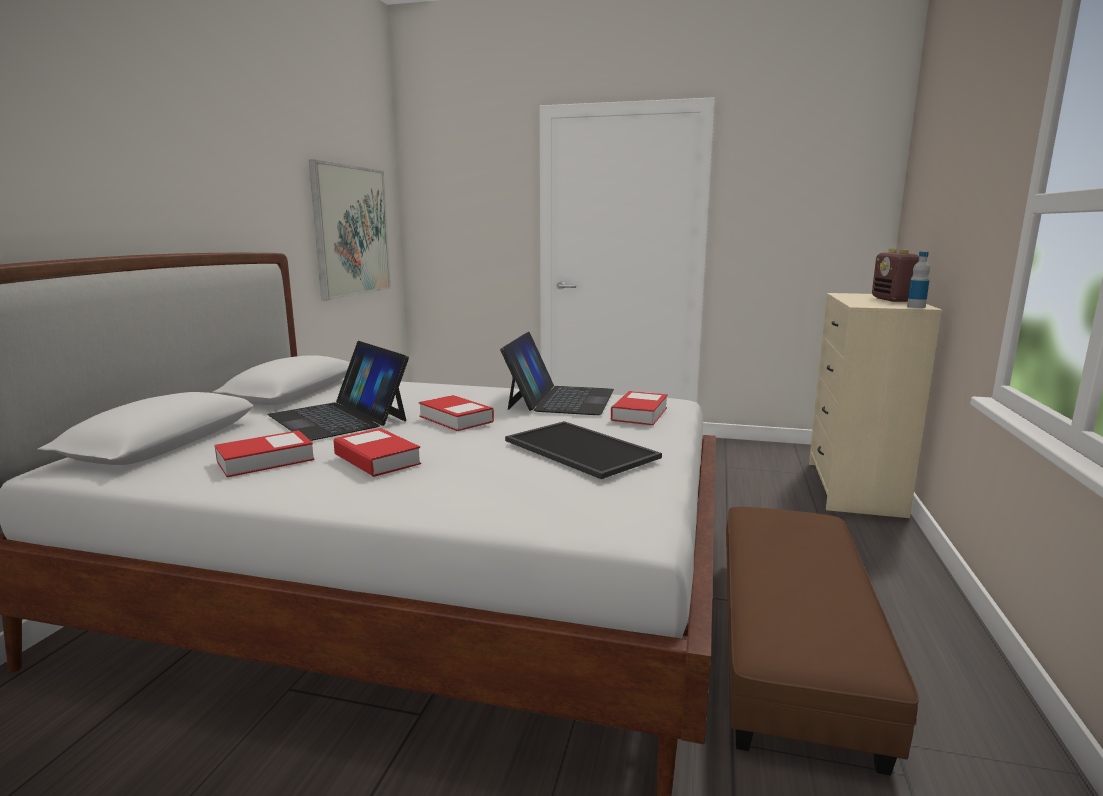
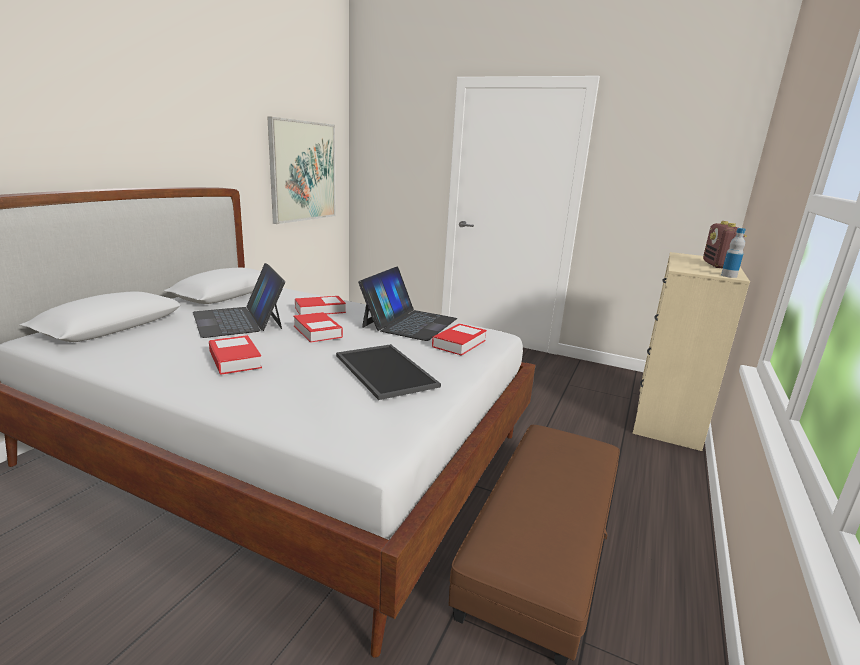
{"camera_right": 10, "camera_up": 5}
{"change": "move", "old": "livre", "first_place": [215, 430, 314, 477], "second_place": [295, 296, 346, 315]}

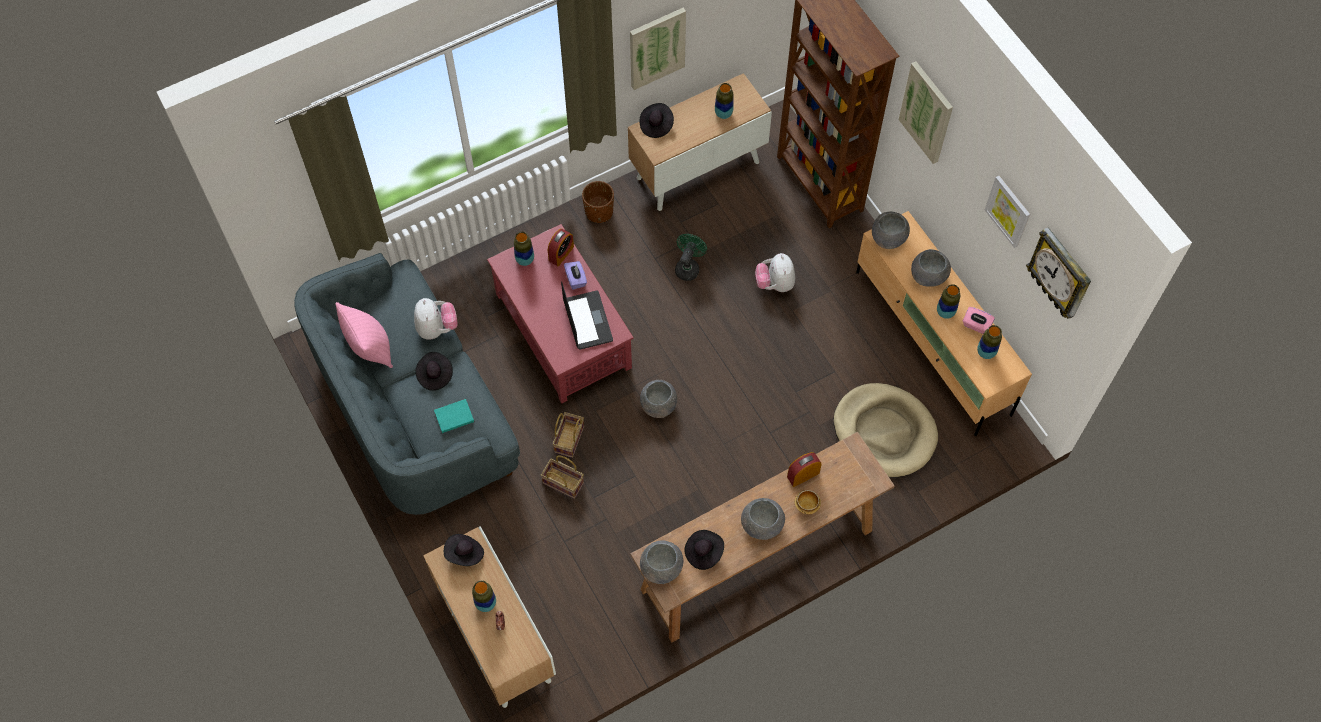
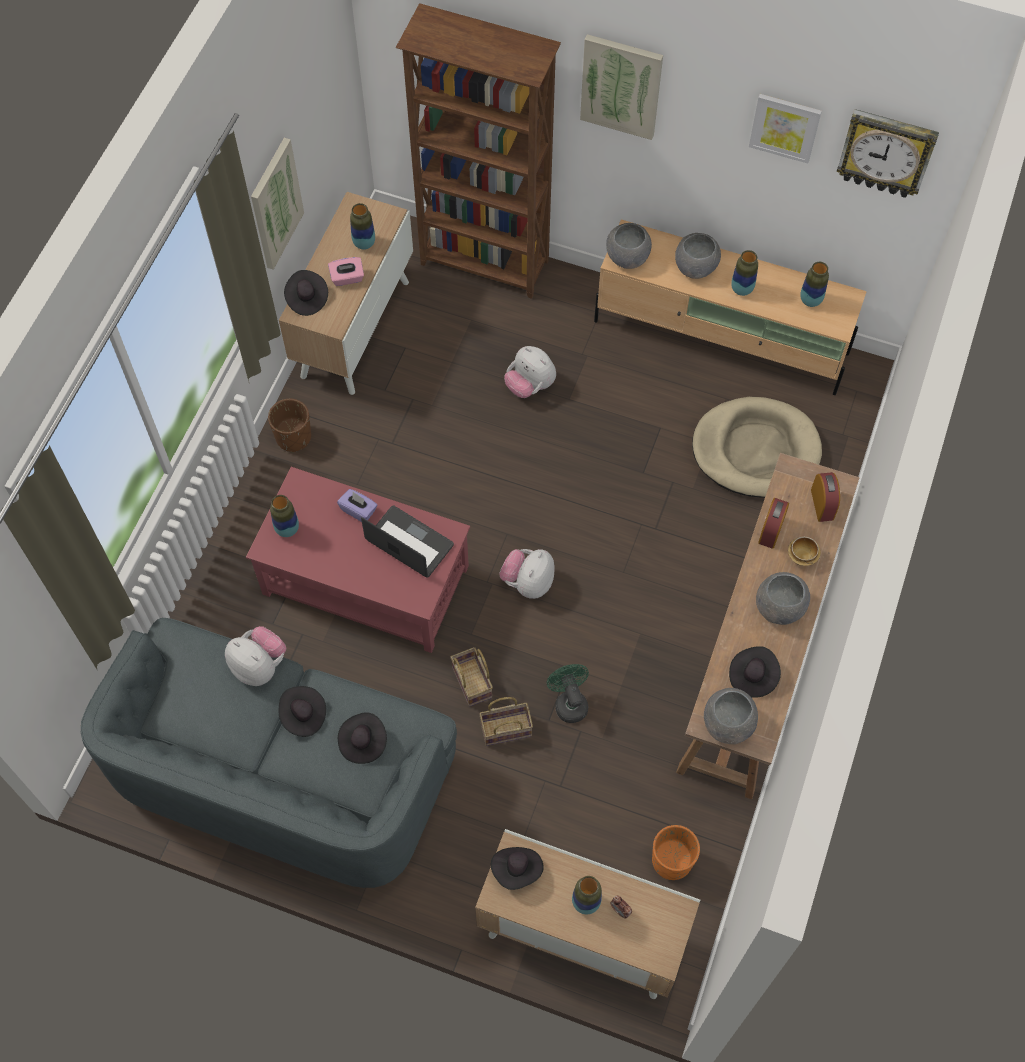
{"camera_right": -40, "camera_up": 0}
{"change": "move", "old": "réveil", "first_place": [548, 229, 574, 266], "second_place": [811, 472, 840, 522]}
{"change": "move", "old": "ventilateur [vert]", "first_place": [675, 234, 707, 281], "second_place": [547, 664, 589, 723]}
{"change": "delete", "old": "coussin [rose]", "first_place": [335, 302, 393, 368]}
{"change": "move", "old": "boîte à mouchoirs [rose]", "first_place": [963, 307, 995, 334], "second_place": [328, 257, 364, 286]}
{"change": "replace", "old": "bol [gris]", "new": "peluche", "first_place": [640, 380, 677, 418], "second_place": [499, 549, 555, 599]}
{"change": "replace", "old": "livre [turquoise]", "new": "chapeau [noir]", "first_place": [434, 399, 474, 433], "second_place": [338, 712, 387, 764]}
{"change": "insert", "new": "cache-pot [orange]", "second_place": [652, 825, 700, 880]}

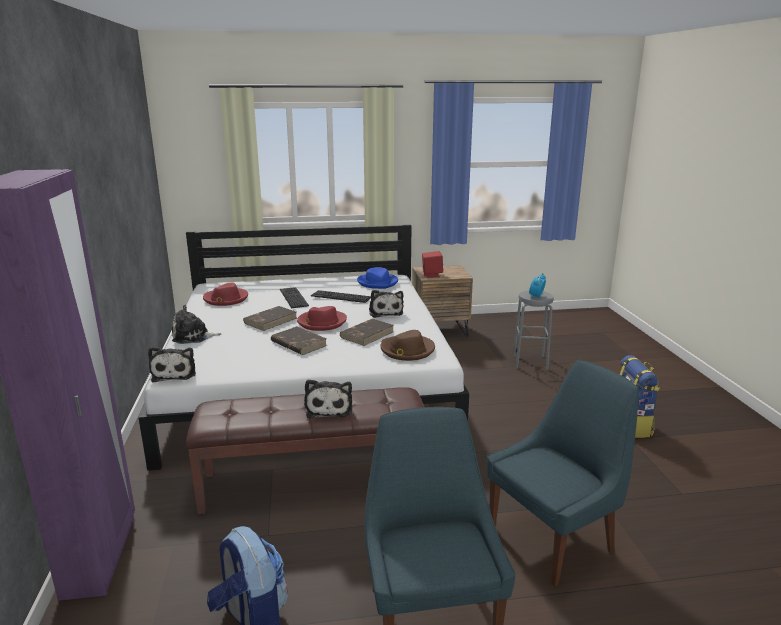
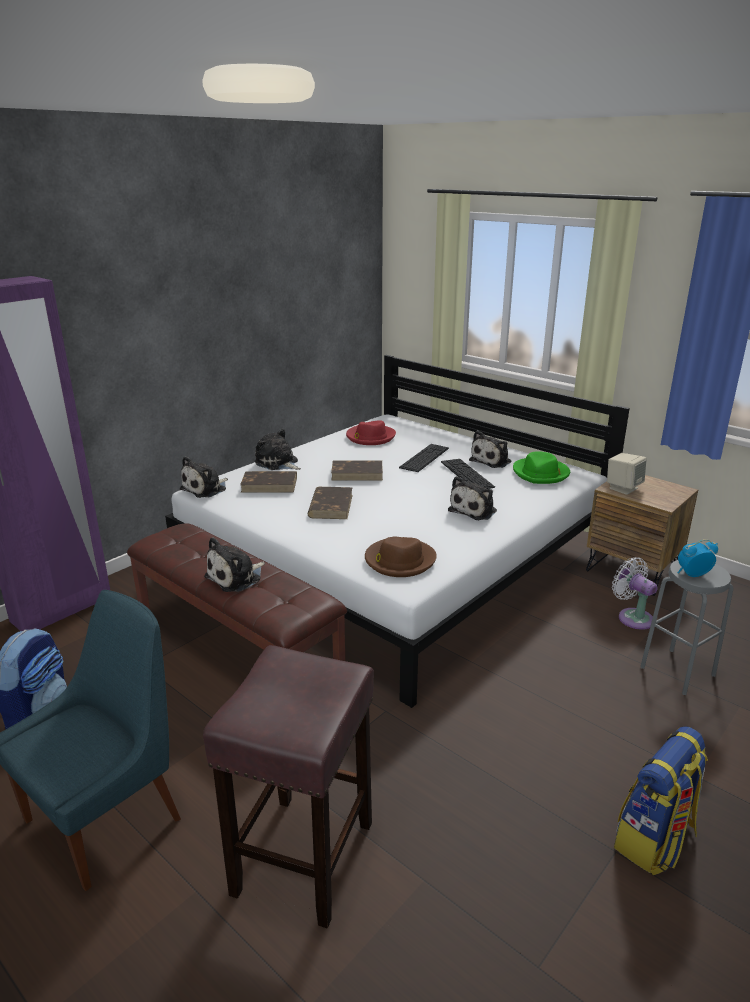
{"camera_right": 50, "camera_up": 5}
{"change": "recolor", "old": "enceinte [rouge]", "new": "enceinte [beige]", "first_place": [422, 251, 443, 278], "second_place": [607, 453, 647, 495]}
{"change": "recolor", "old": "chapeau [bleu]", "new": "chapeau [vert]", "first_place": [357, 267, 398, 289], "second_place": [513, 451, 570, 484]}
{"change": "delete", "old": "chapeau [rouge]", "first_place": [297, 306, 347, 331]}
{"change": "move", "old": "livre [marron]", "first_place": [340, 319, 394, 346], "second_place": [240, 471, 297, 493]}
{"change": "replace", "old": "chaise [bleu]", "new": "tabouret [marron]", "first_place": [487, 360, 639, 586], "second_place": [203, 645, 374, 928]}
{"change": "insert", "new": "peluche", "second_place": [469, 430, 511, 468]}
{"change": "insert", "new": "ventilateur [blanc]", "second_place": [612, 557, 658, 630]}

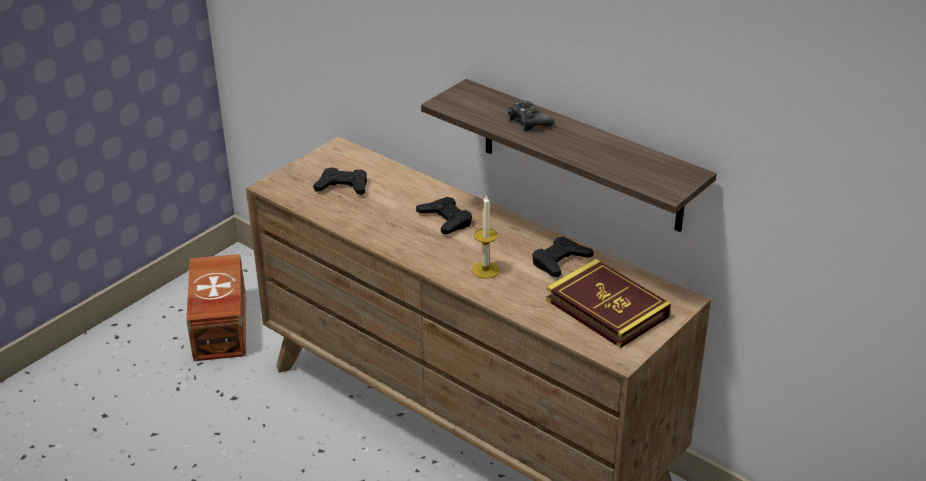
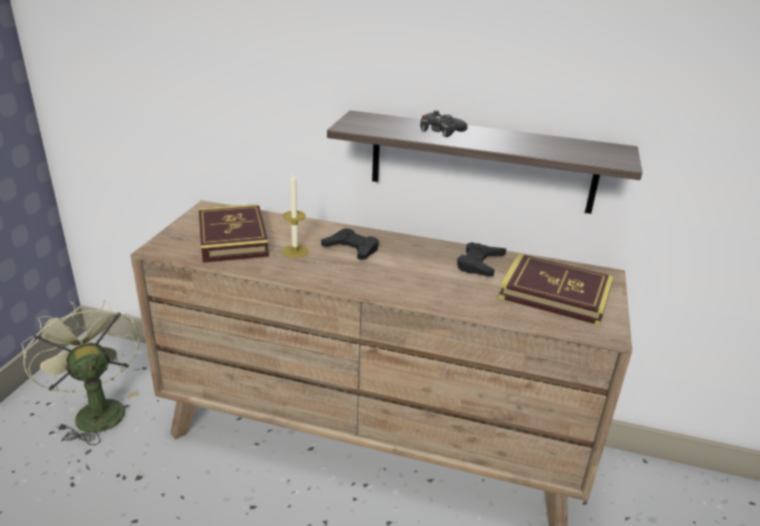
{"camera_right": -25, "camera_up": -5}
{"change": "replace", "old": "manette [noir]", "new": "livre", "first_place": [313, 167, 367, 195], "second_place": [199, 204, 269, 263]}
{"change": "move", "old": "bougie", "first_place": [472, 196, 499, 279], "second_place": [282, 174, 308, 258]}
{"change": "replace", "old": "boîte de rangement [marron]", "new": "ventilateur [vert]", "first_place": [186, 254, 246, 361], "second_place": [21, 300, 140, 445]}

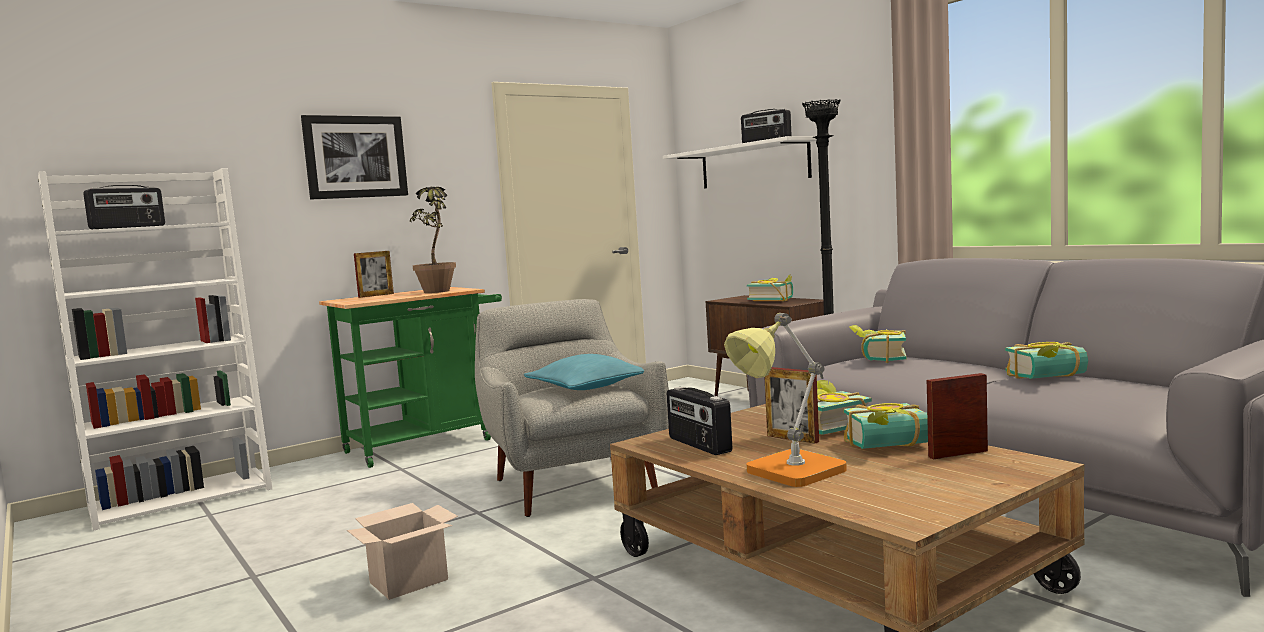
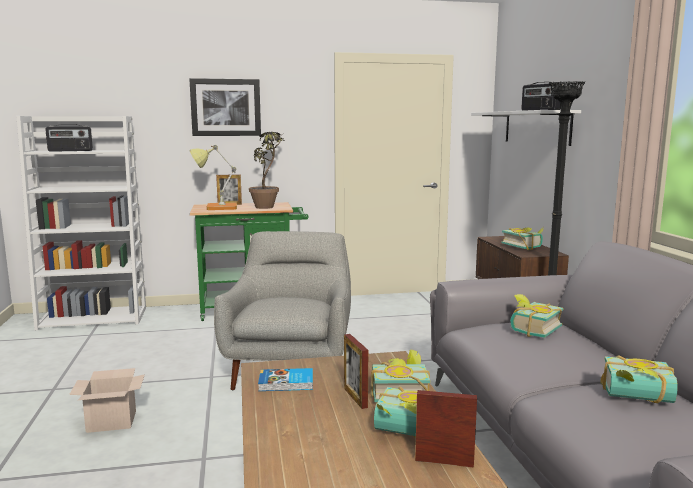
{"camera_right": 25, "camera_up": 5}
{"change": "move", "old": "lampe de table", "first_place": [724, 313, 847, 487], "second_place": [189, 145, 237, 210]}
{"change": "delete", "old": "coussin [turquoise]", "first_place": [524, 354, 644, 390]}
{"change": "replace", "old": "radio", "new": "livre", "first_place": [667, 387, 732, 455], "second_place": [258, 368, 313, 391]}

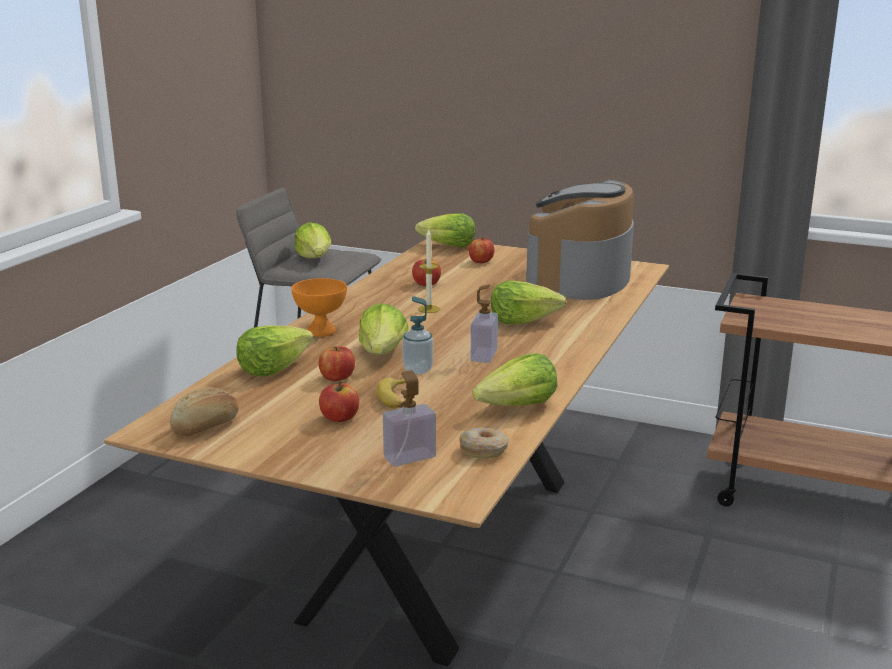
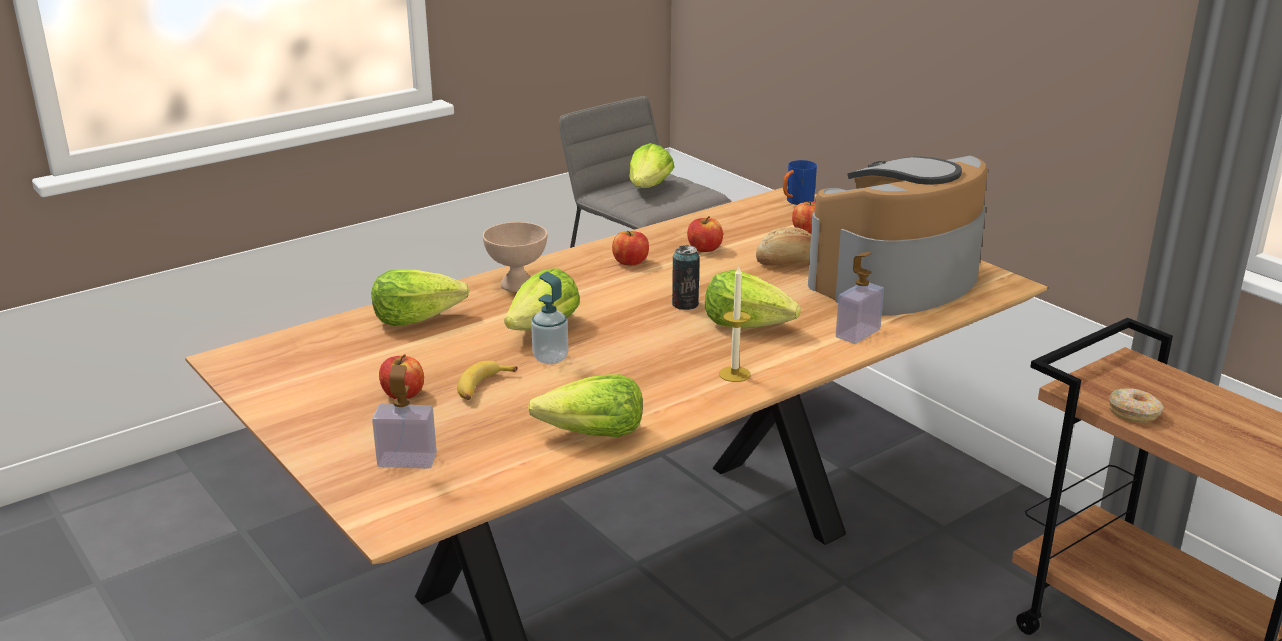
{"camera_right": 30, "camera_up": 5}
{"change": "replace", "old": "laitue", "new": "mug [bleu]", "first_place": [415, 213, 475, 247], "second_place": [783, 160, 817, 205]}
{"change": "move", "old": "bougie", "first_place": [418, 228, 440, 313], "second_place": [719, 267, 751, 382]}
{"change": "recolor", "old": "bol [orange]", "new": "bol [beige]", "first_place": [291, 278, 347, 337], "second_place": [483, 222, 547, 292]}
{"change": "move", "old": "distributeur de savon", "first_place": [471, 284, 498, 363], "second_place": [836, 252, 884, 344]}
{"change": "move", "old": "pomme", "first_place": [319, 347, 355, 381], "second_place": [612, 231, 649, 265]}
{"change": "move", "old": "pain", "first_place": [170, 387, 239, 436], "second_place": [756, 227, 811, 266]}
{"change": "move", "old": "beignet", "first_place": [459, 428, 509, 459], "second_place": [1109, 388, 1164, 423]}
{"change": "insert", "new": "boîte métallique", "second_place": [672, 245, 700, 310]}

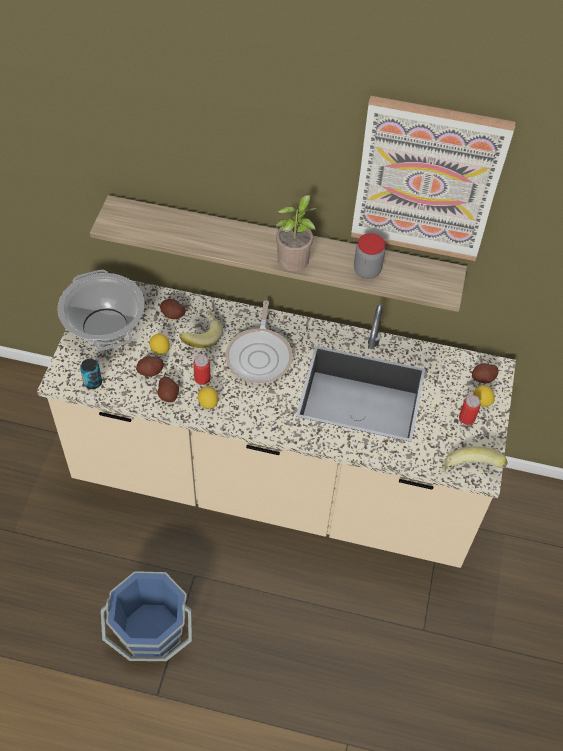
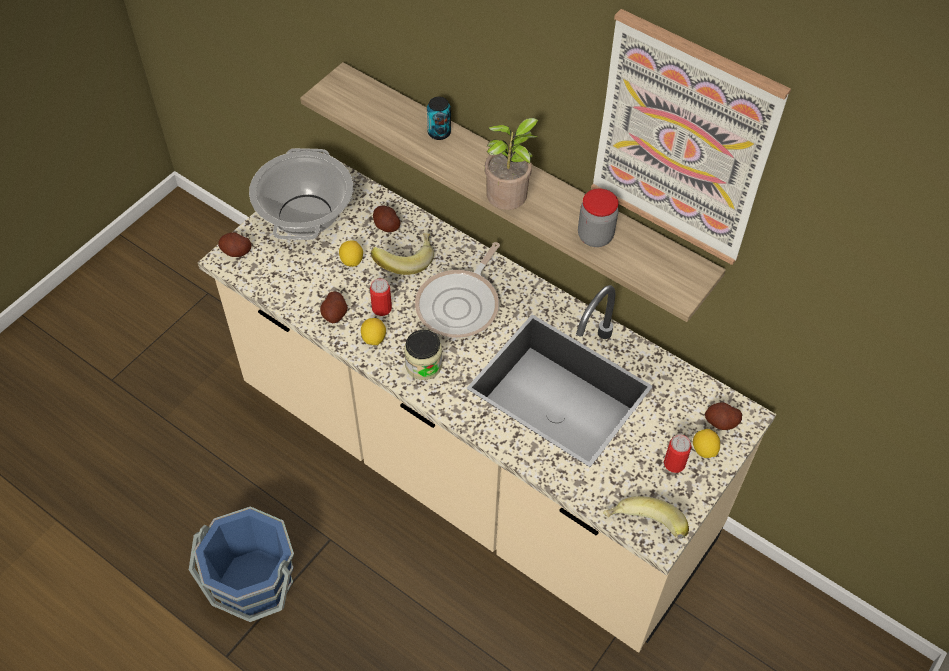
{"camera_right": 25, "camera_up": 0}
{"change": "move", "old": "pomme de terre", "first_place": [136, 356, 164, 377], "second_place": [218, 232, 252, 257]}
{"change": "move", "old": "boîte métallique", "first_place": [80, 359, 102, 389], "second_place": [427, 97, 451, 140]}
{"change": "insert", "new": "bocal", "second_place": [404, 330, 442, 380]}

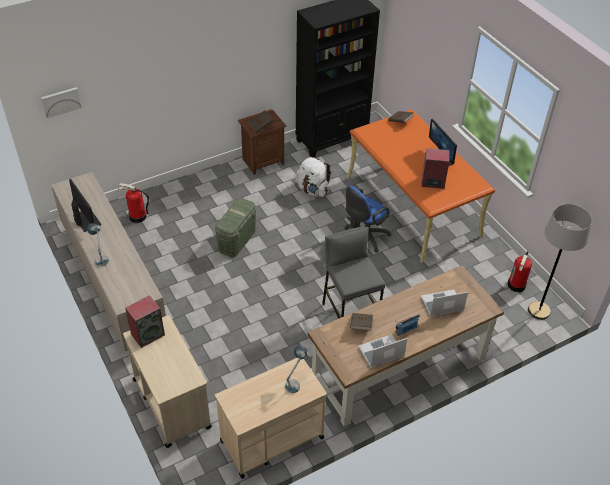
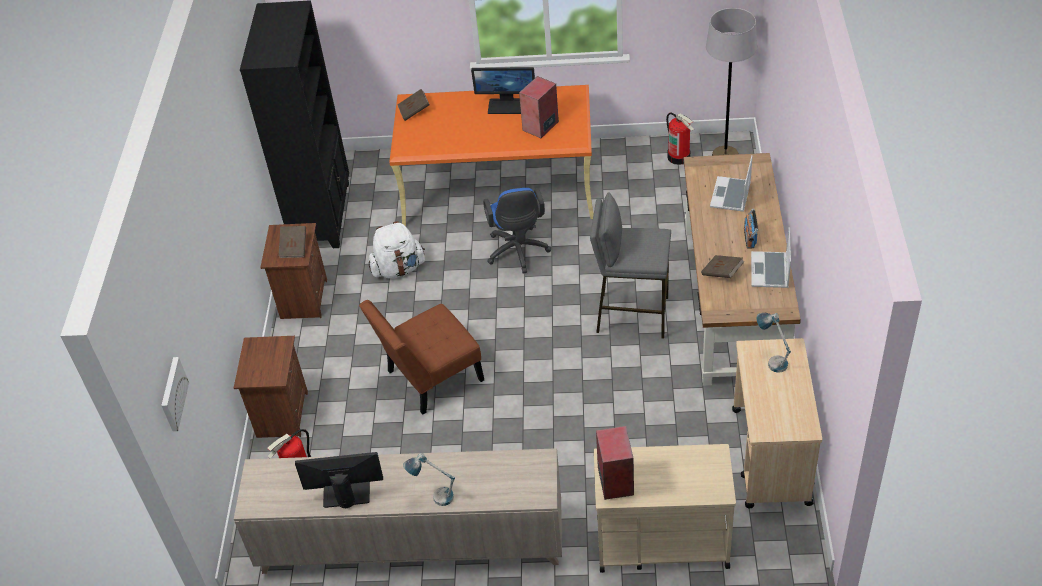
{"camera_right": -55, "camera_up": 0}
{"change": "replace", "old": "boîte de rangement [vert]", "new": "chaise [marron]", "first_place": [215, 198, 256, 258], "second_place": [359, 300, 484, 415]}
{"change": "insert", "new": "table de chevet [marron]", "second_place": [234, 336, 308, 438]}

